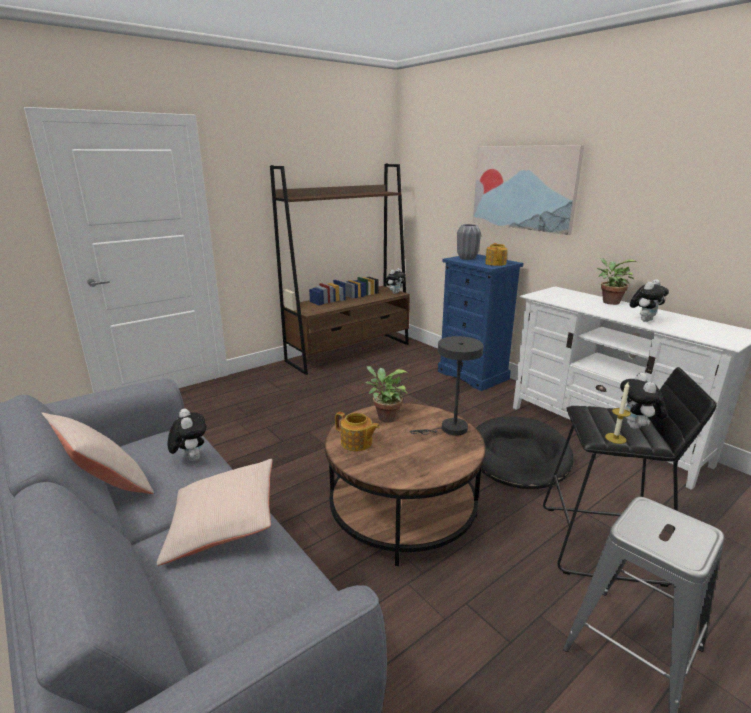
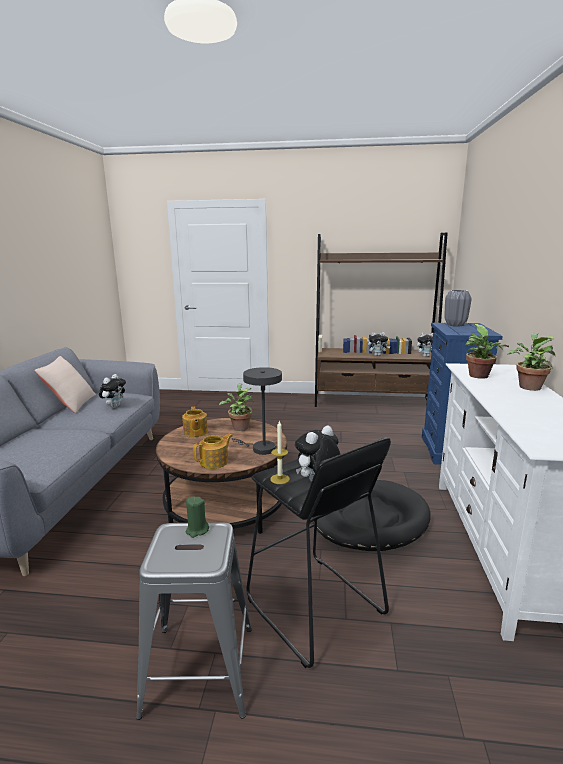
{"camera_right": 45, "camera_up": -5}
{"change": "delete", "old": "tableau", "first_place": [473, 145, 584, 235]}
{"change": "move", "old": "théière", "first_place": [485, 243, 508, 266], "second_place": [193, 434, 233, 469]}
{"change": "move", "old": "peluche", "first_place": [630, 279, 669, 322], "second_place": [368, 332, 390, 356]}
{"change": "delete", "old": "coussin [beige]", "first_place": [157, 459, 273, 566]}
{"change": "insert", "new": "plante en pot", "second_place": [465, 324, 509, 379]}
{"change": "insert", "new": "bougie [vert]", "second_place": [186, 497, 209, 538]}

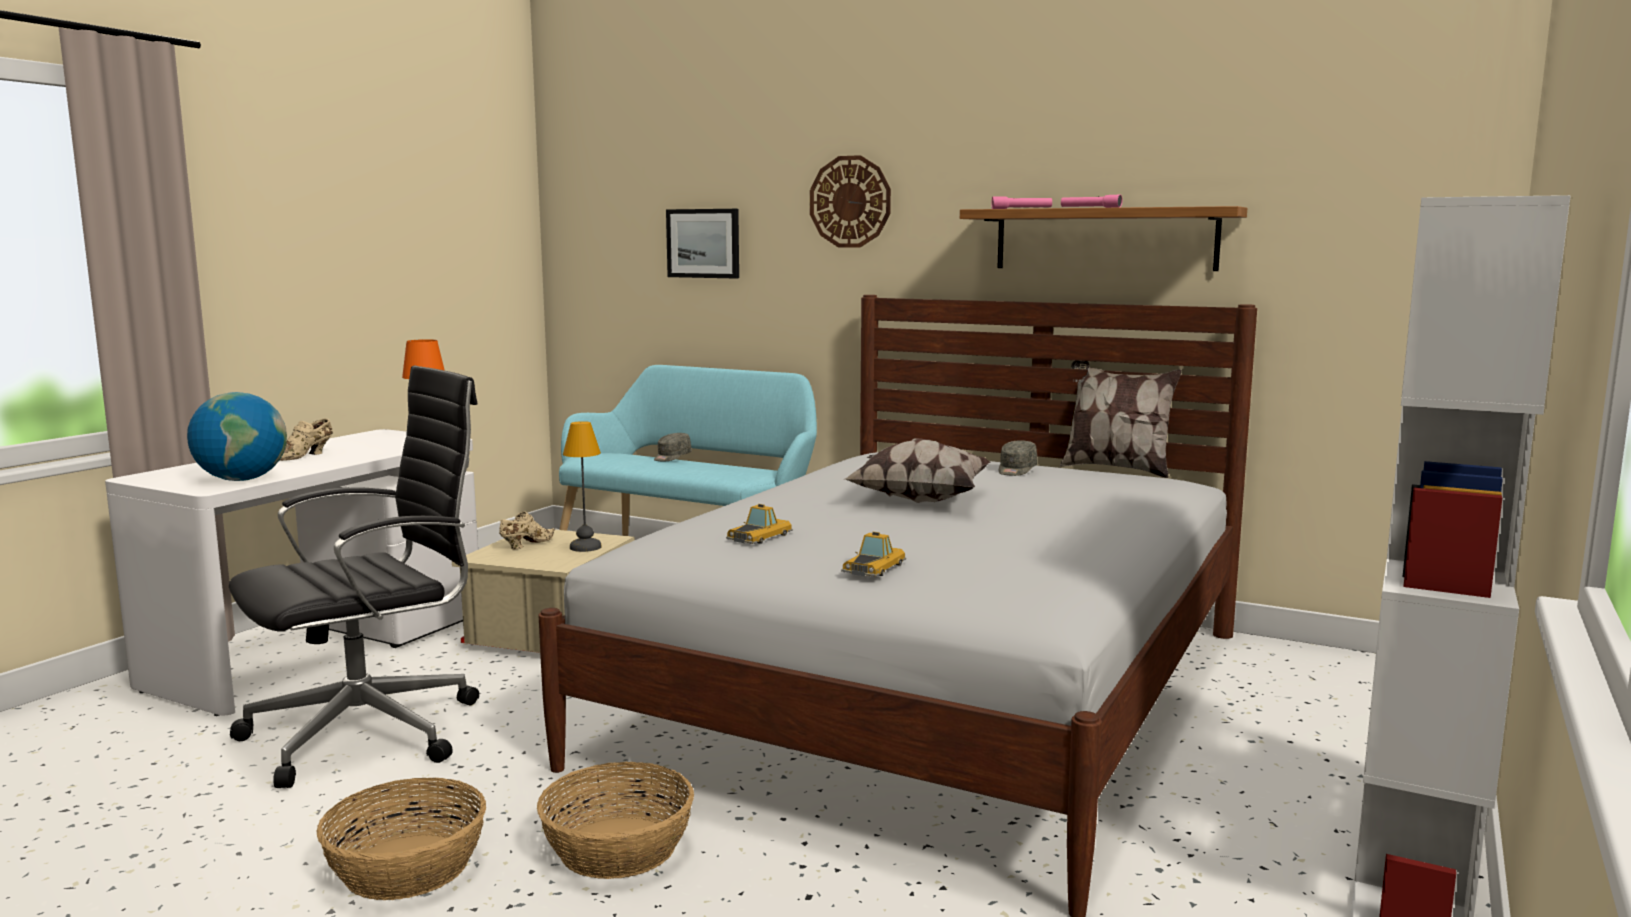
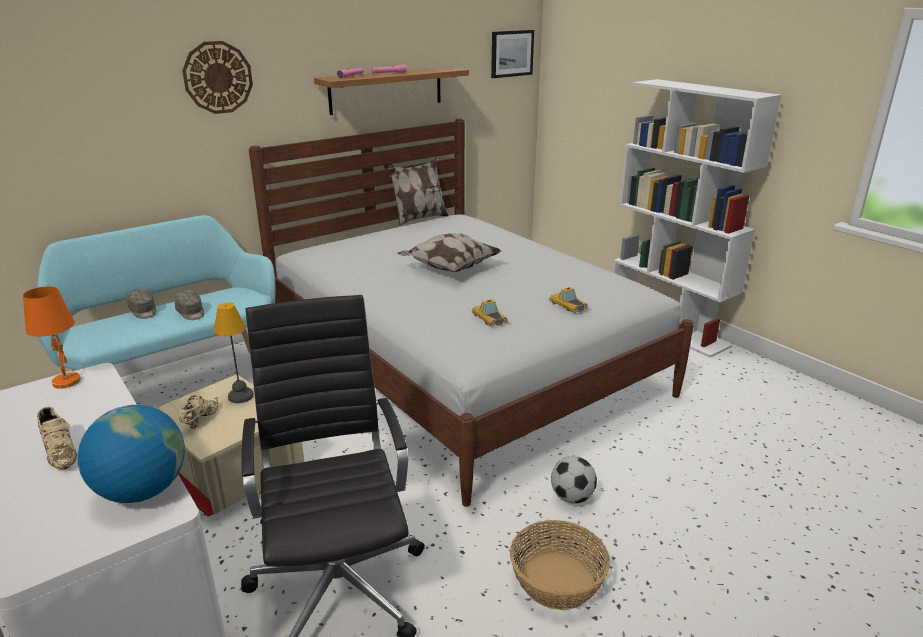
{"camera_right": -65, "camera_up": 15}
{"change": "move", "old": "tableau", "first_place": [666, 209, 739, 278], "second_place": [491, 30, 534, 78]}
{"change": "move", "old": "casquette [gris]", "first_place": [999, 440, 1037, 476], "second_place": [175, 290, 204, 320]}
{"change": "rotate", "old": "chaussure [beige]", "first_place": [499, 511, 555, 549], "second_place": [179, 395, 218, 429], "degrees": 45}
{"change": "replace", "old": "panier", "new": "ballon de foot", "first_place": [537, 762, 694, 879], "second_place": [551, 456, 597, 503]}

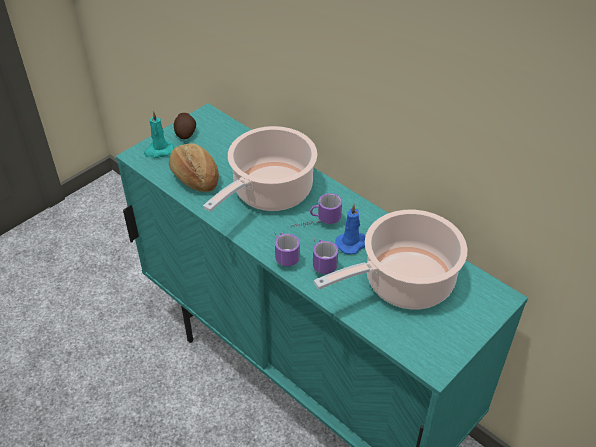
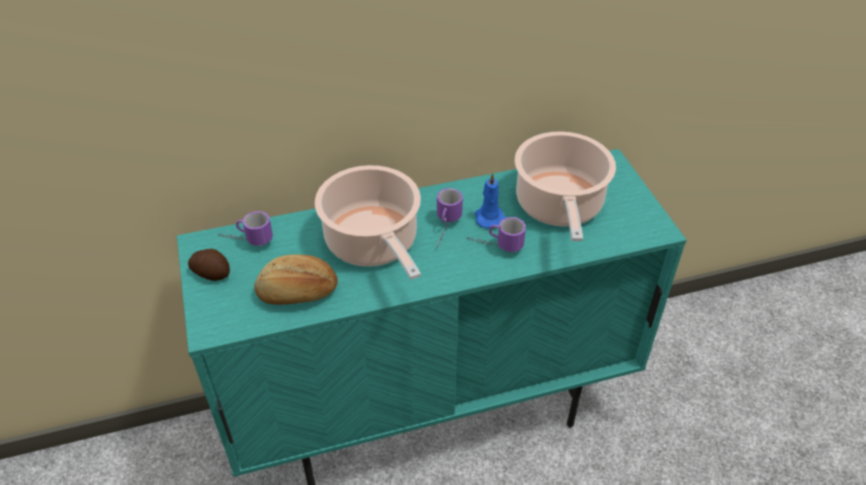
{"camera_right": -60, "camera_up": 0}
{"change": "delete", "old": "bougie [turquoise]", "first_place": [144, 111, 174, 158]}
{"change": "move", "old": "mug", "first_place": [275, 233, 300, 266], "second_place": [218, 211, 273, 246]}

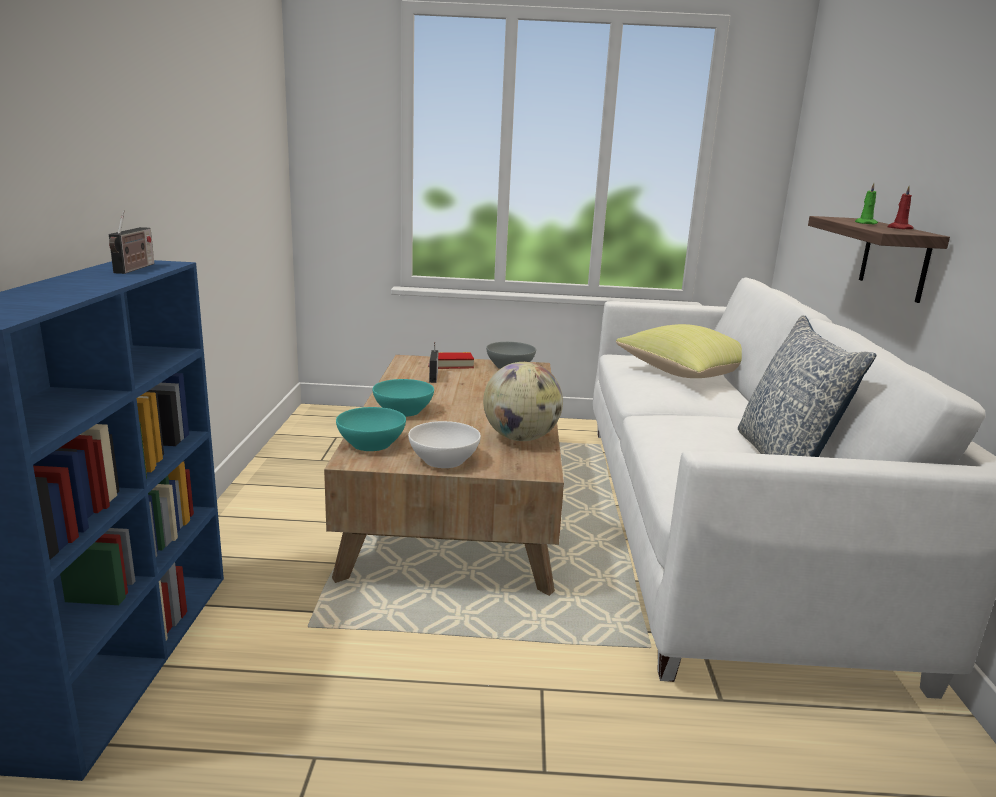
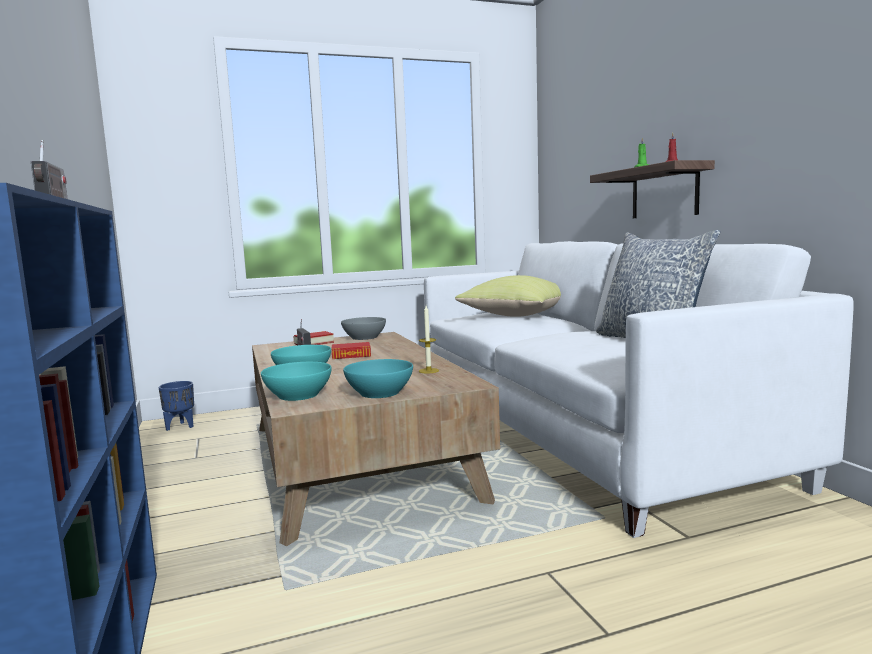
{"camera_right": -20, "camera_up": -10}
{"change": "replace", "old": "globe", "new": "bougie", "first_place": [483, 362, 563, 441], "second_place": [419, 306, 439, 374]}
{"change": "recolor", "old": "bol [blanc]", "new": "bol [turquoise]", "first_place": [408, 421, 481, 468], "second_place": [343, 359, 413, 398]}
{"change": "insert", "new": "livre", "second_place": [332, 342, 371, 359]}
{"change": "insert", "new": "cache-pot [bleu]", "second_place": [159, 381, 194, 431]}

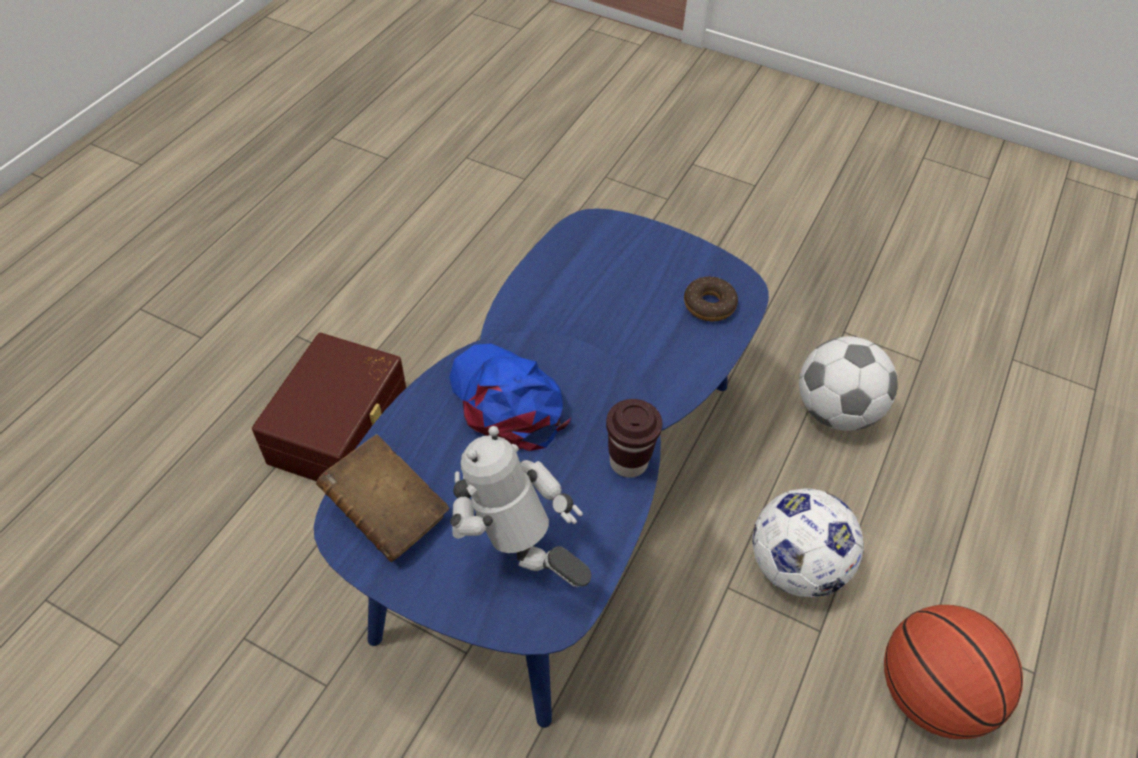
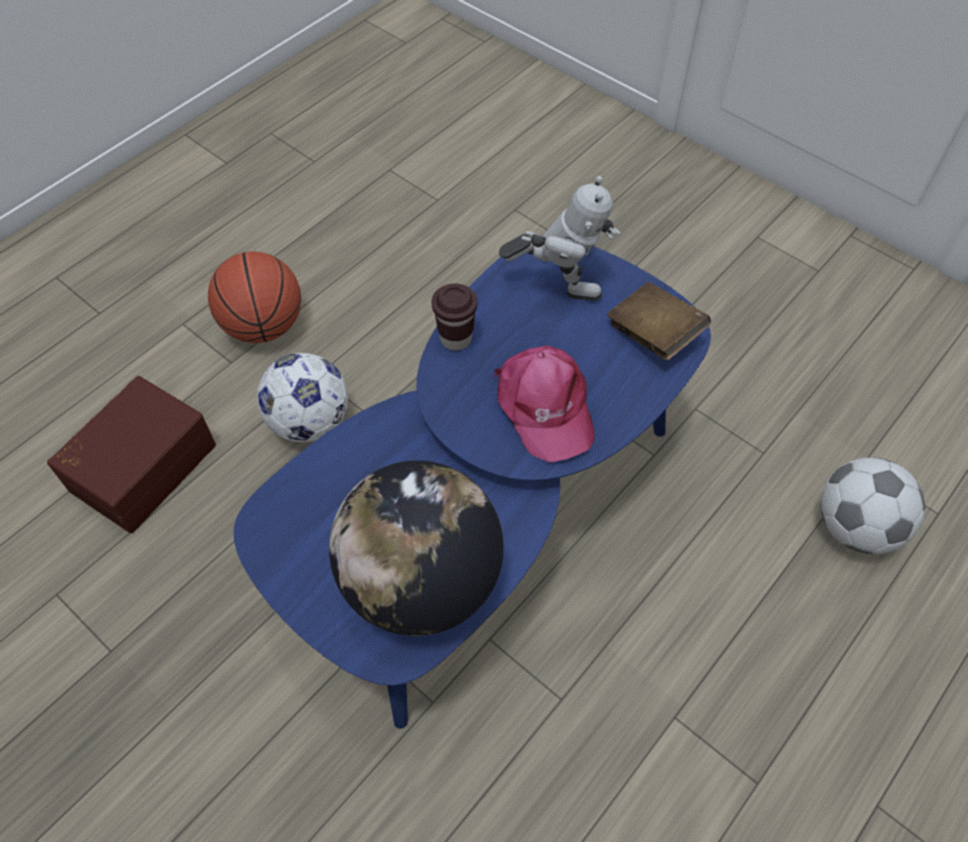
{"camera_right": -165, "camera_up": 5}
{"change": "delete", "old": "beignet", "first_place": [684, 277, 738, 321]}
{"change": "move", "old": "boîte de rangement [marron]", "first_place": [252, 333, 406, 481], "second_place": [47, 376, 216, 533]}
{"change": "move", "old": "ballon de foot", "first_place": [799, 336, 898, 431], "second_place": [820, 458, 925, 554]}
{"change": "recolor", "old": "casquette [bleu]", "new": "casquette [rose]", "first_place": [449, 344, 571, 451], "second_place": [494, 345, 595, 463]}
{"change": "rotate", "old": "robot jouet", "first_place": [450, 426, 591, 587], "second_place": [499, 176, 621, 301], "degrees": -45}
{"change": "insert", "new": "globe", "second_place": [329, 460, 504, 636]}

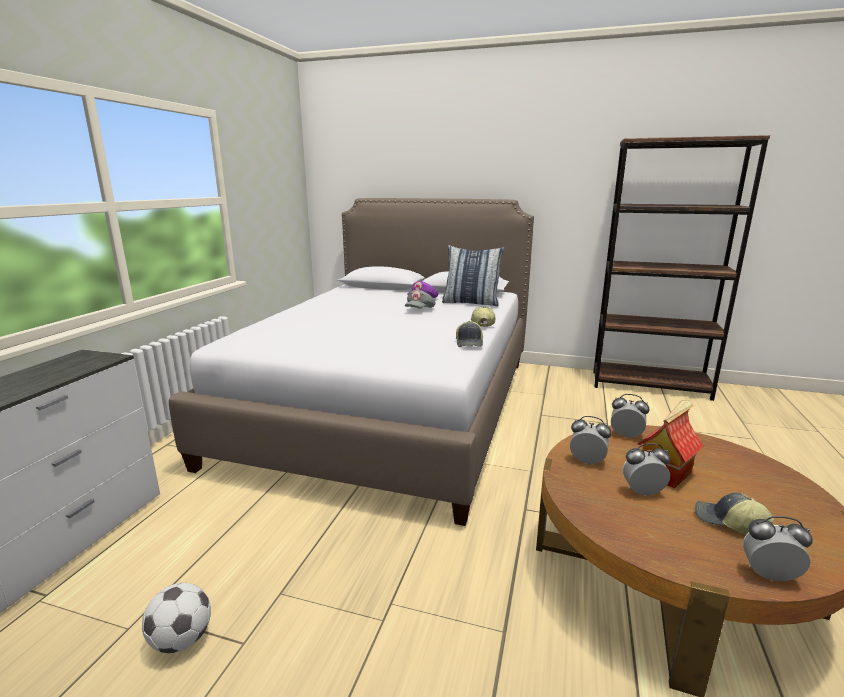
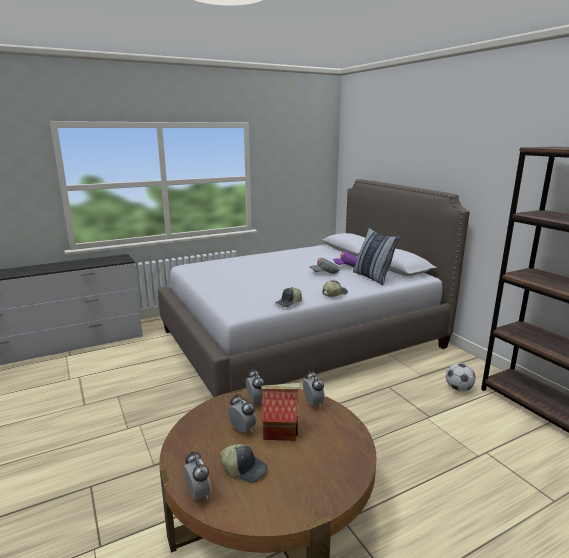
{"camera_right": 45, "camera_up": 0}
{"change": "rotate", "old": "casquette", "first_place": [695, 493, 774, 534], "second_place": [221, 444, 267, 483], "degrees": 120}
{"change": "move", "old": "ballon de foot", "first_place": [142, 583, 211, 653], "second_place": [446, 363, 476, 392]}

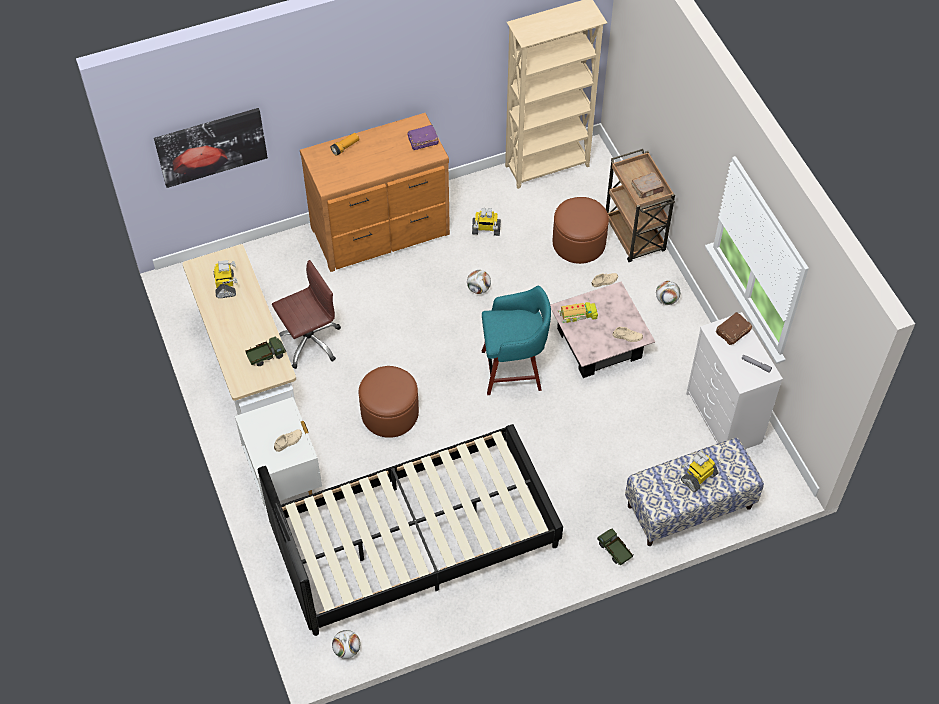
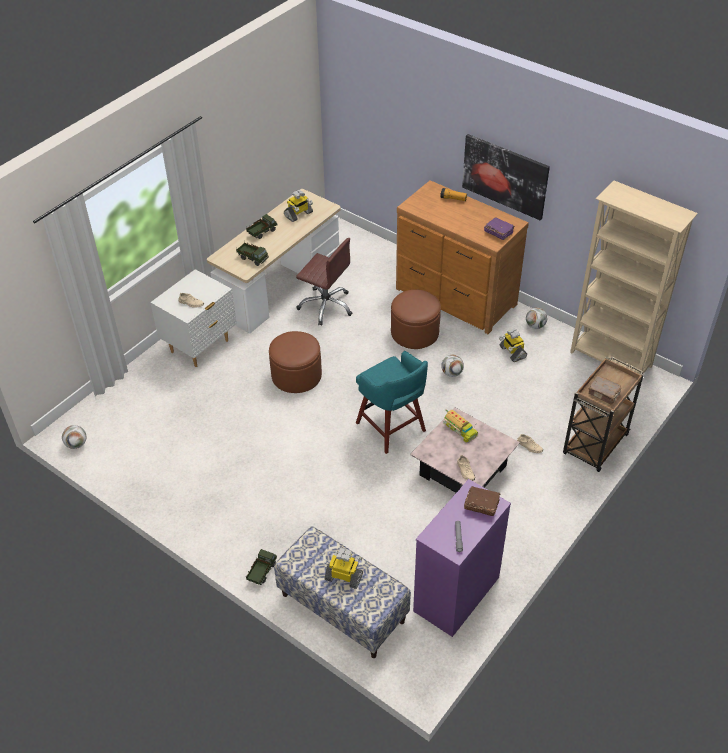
{"camera_right": 60, "camera_up": -10}
{"change": "move", "old": "tableau", "first_place": [154, 108, 268, 188], "second_place": [462, 134, 550, 220]}
{"change": "move", "old": "pouf [marron]", "first_place": [553, 197, 609, 264], "second_place": [391, 290, 441, 349]}
{"change": "move", "old": "ballon de foot", "first_place": [656, 281, 680, 305], "second_place": [526, 308, 547, 329]}
{"change": "recolor", "old": "commode [blanc]", "new": "commode [violet]", "first_place": [686, 312, 783, 449], "second_place": [413, 479, 511, 637]}
{"change": "delete", "old": "lit [noir]", "first_place": [258, 424, 563, 636]}
{"change": "insert", "new": "camion jouet", "second_place": [246, 214, 278, 239]}

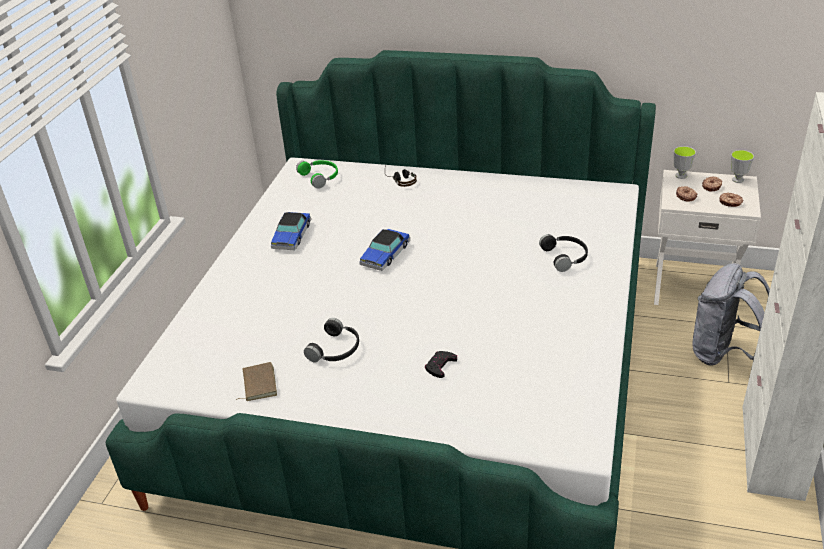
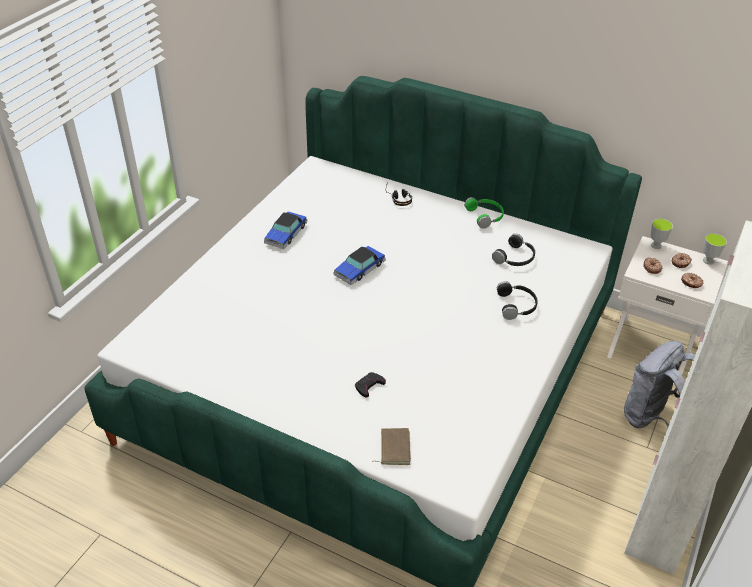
{"camera_right": 10, "camera_up": 5}
{"change": "move", "old": "casque audio [vert]", "first_place": [296, 160, 338, 189], "second_place": [464, 197, 504, 229]}
{"change": "move", "old": "casque audio [noir]", "first_place": [304, 318, 359, 362], "second_place": [492, 233, 535, 266]}
{"change": "move", "old": "livre [marron]", "first_place": [236, 362, 277, 401], "second_place": [372, 428, 411, 465]}

